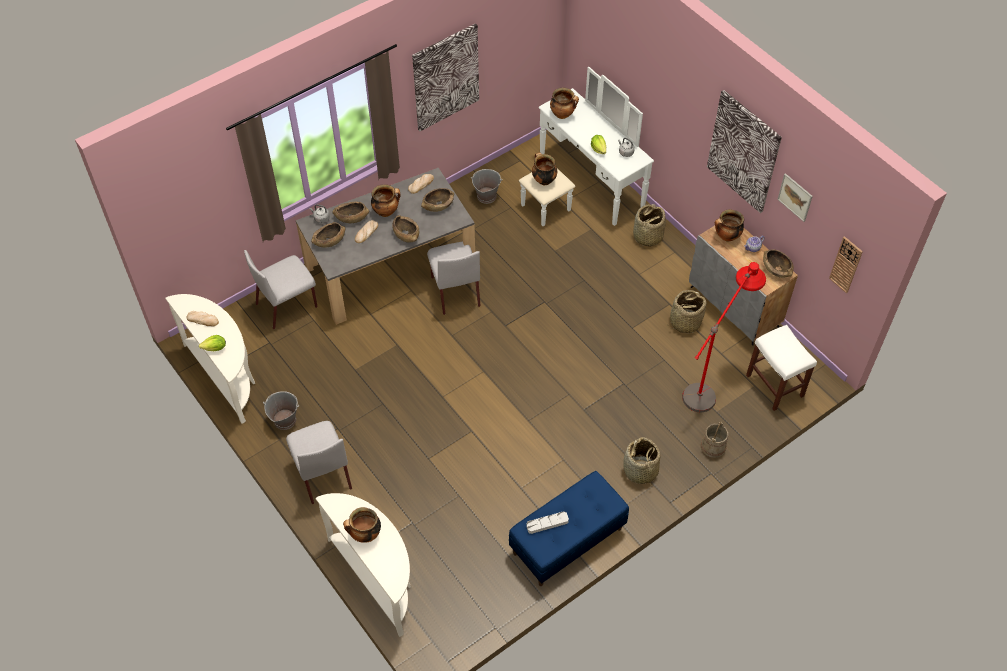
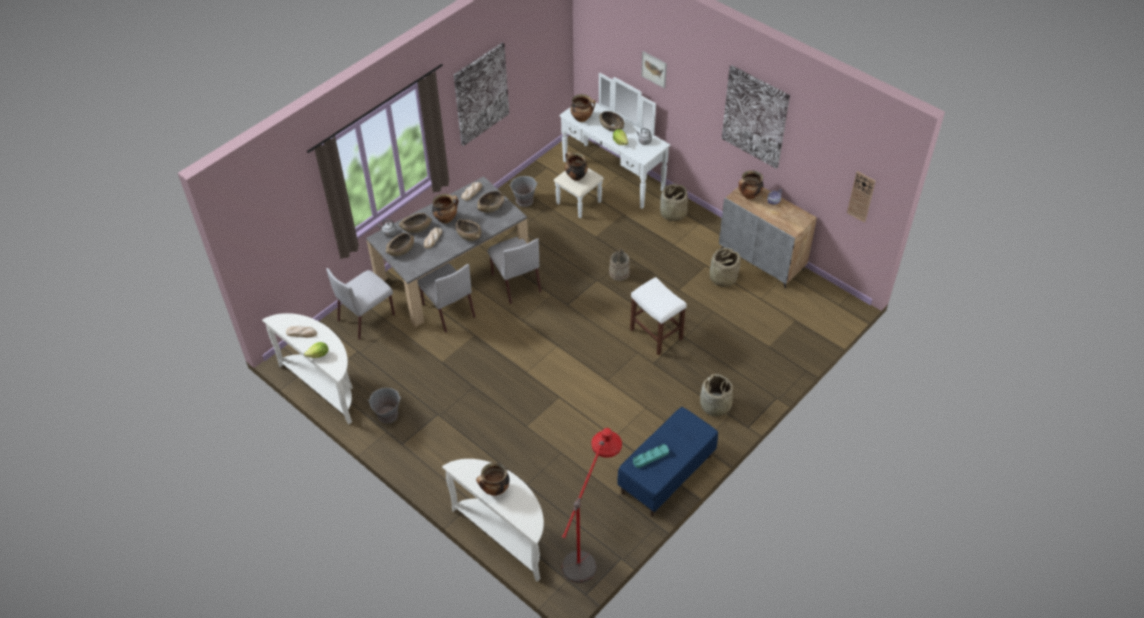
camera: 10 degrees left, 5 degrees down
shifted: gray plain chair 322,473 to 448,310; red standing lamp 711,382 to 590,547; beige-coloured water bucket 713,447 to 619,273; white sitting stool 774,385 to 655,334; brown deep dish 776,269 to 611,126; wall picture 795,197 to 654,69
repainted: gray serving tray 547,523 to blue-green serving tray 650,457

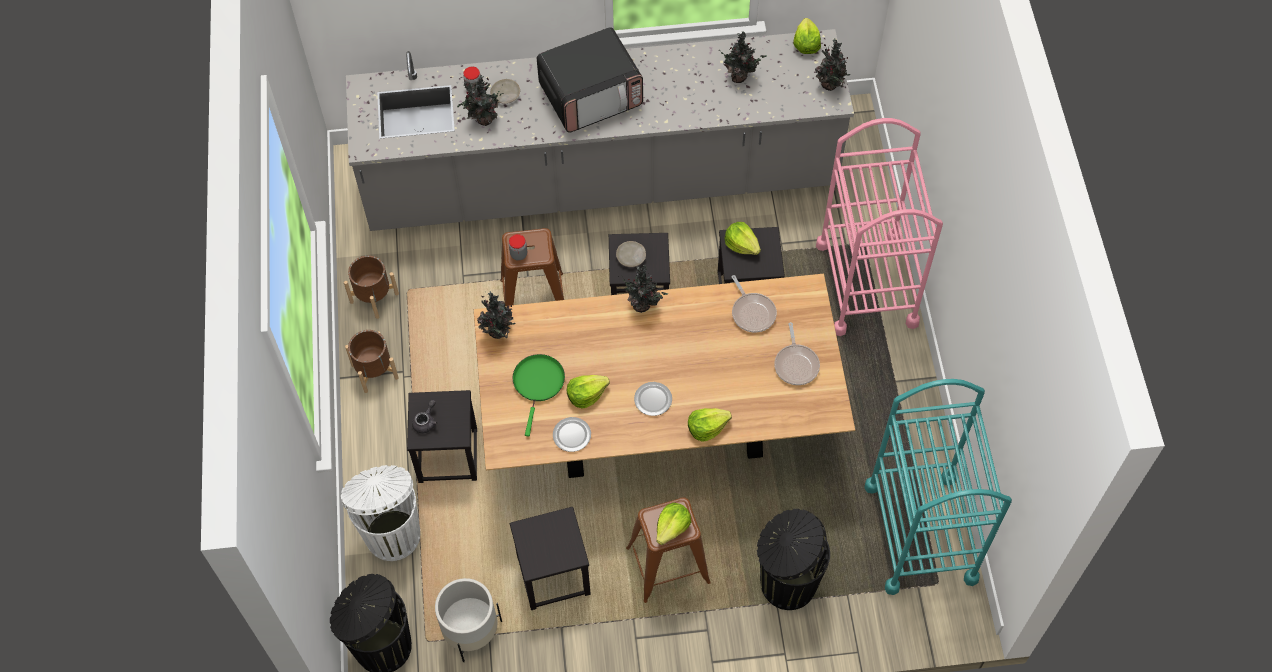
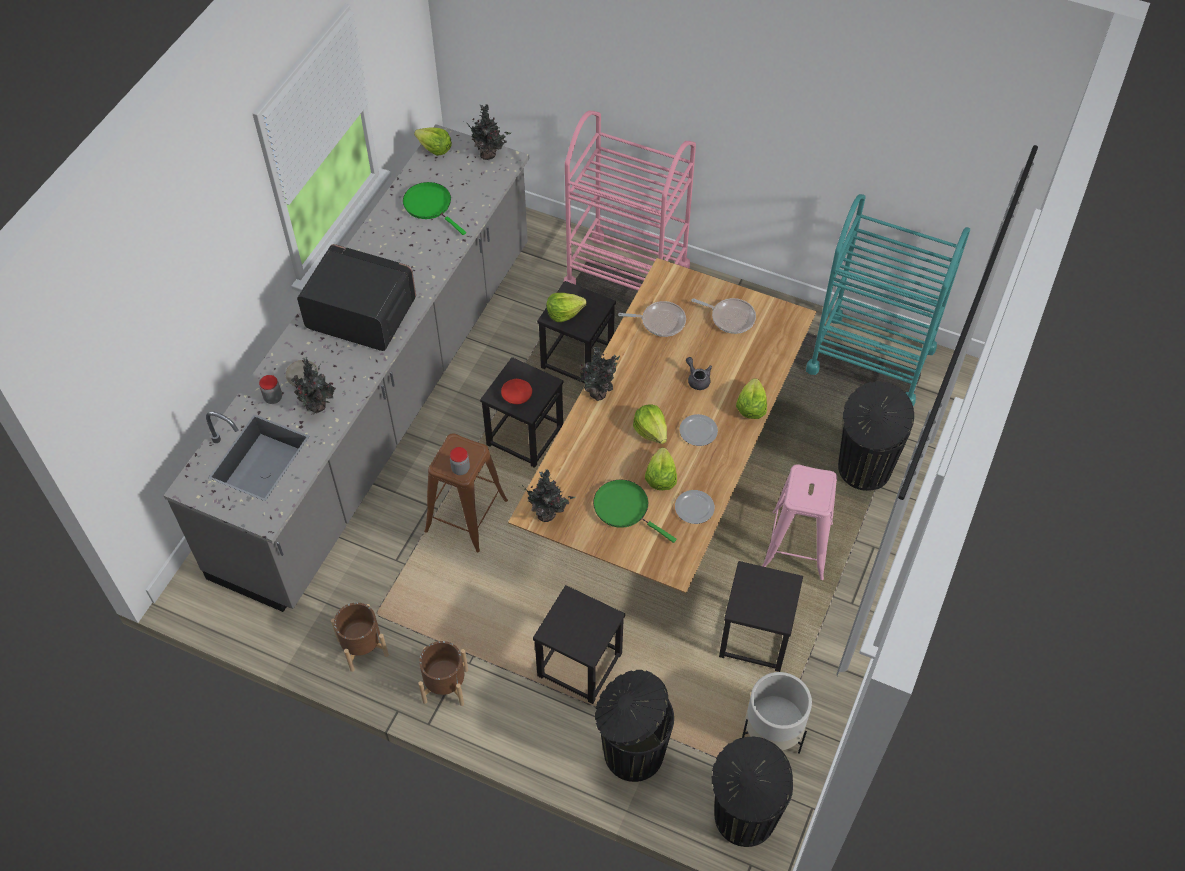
camera: 60 degrees left, 5 degrees down
shifted: gray tea pot 426,421 to 697,379; lettuce 672,528 to 651,431
swapped: plant in a pot 740,76 to green-coloured pan 430,205
repainted: white trash can 392,533 to black trash can 631,752; beige-coloured plate 631,257 to red plate 517,395; brown sitting stool 668,565 to pink sitting stool 797,544
rotated: microwave oven 591,96 = 360,315 75 degrees counterclockwise

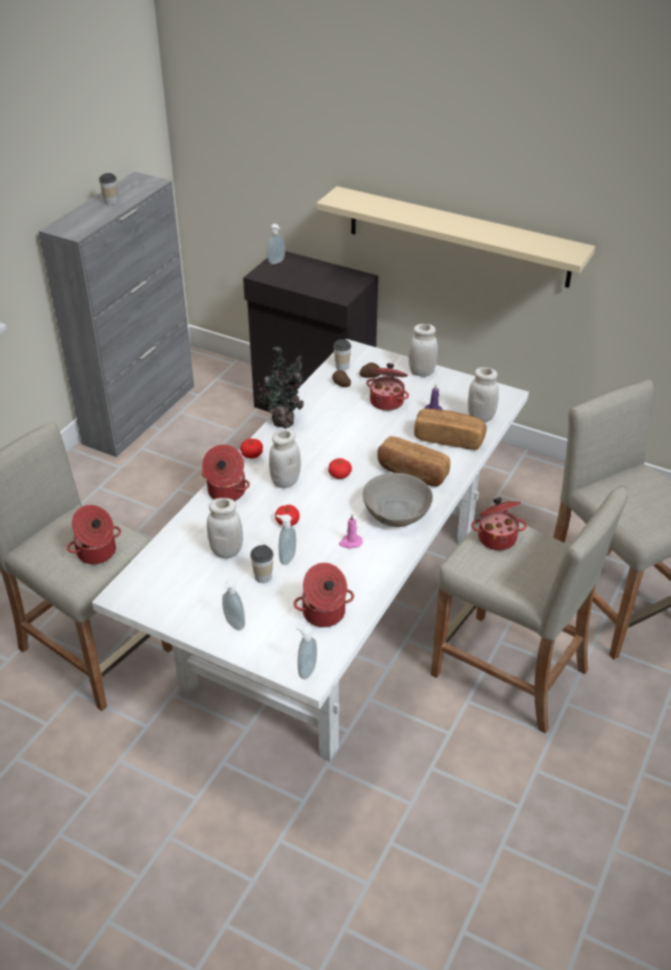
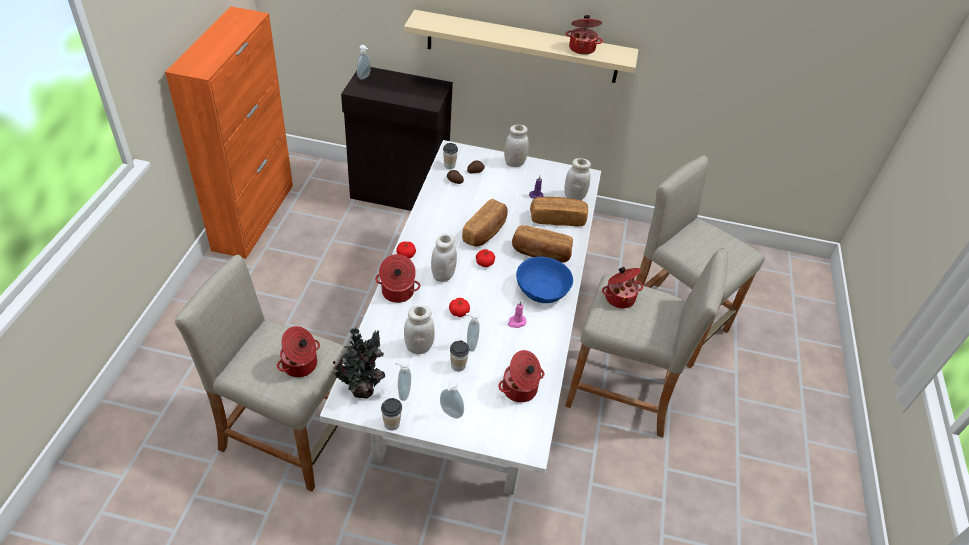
camera: 20 degrees left, 5 degrees up
new: bakery bread 485,232
shifted: cup 111,202 to 392,423; plant in a pot 283,421 to 362,388; soap bottle 306,670 to 403,393; cooking pot 387,401 to 582,48
repainted: gray cabinet 140,414 to orangey cabinet 254,216; gray deep dish 397,512 to blue-coloured deep dish 542,289

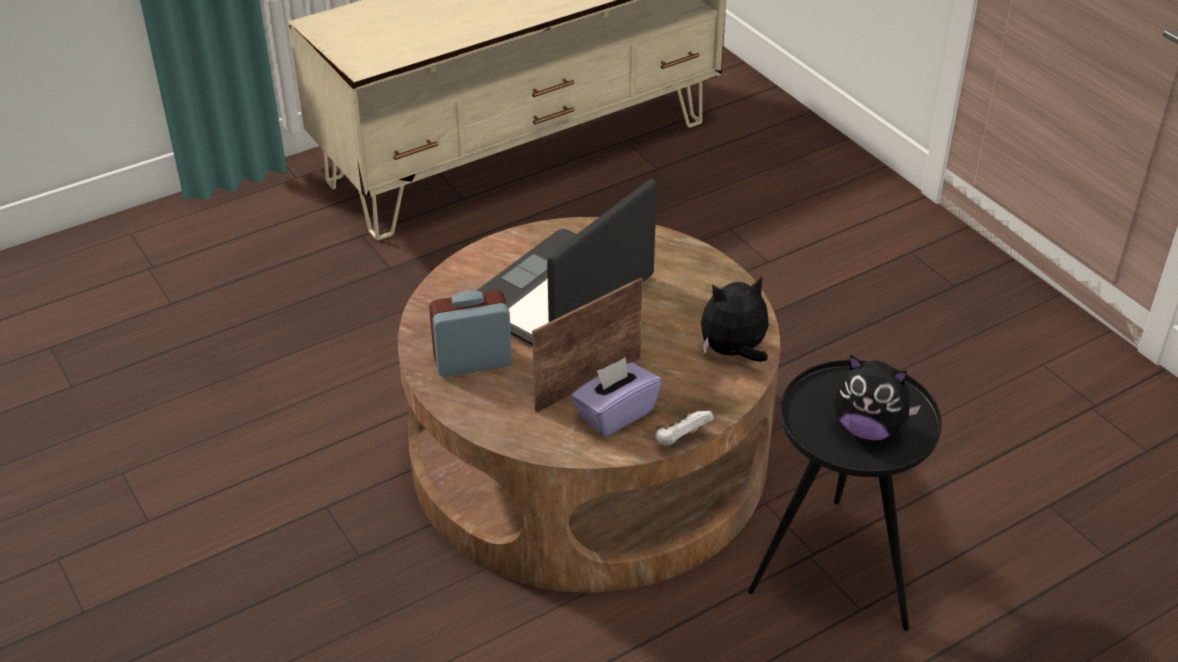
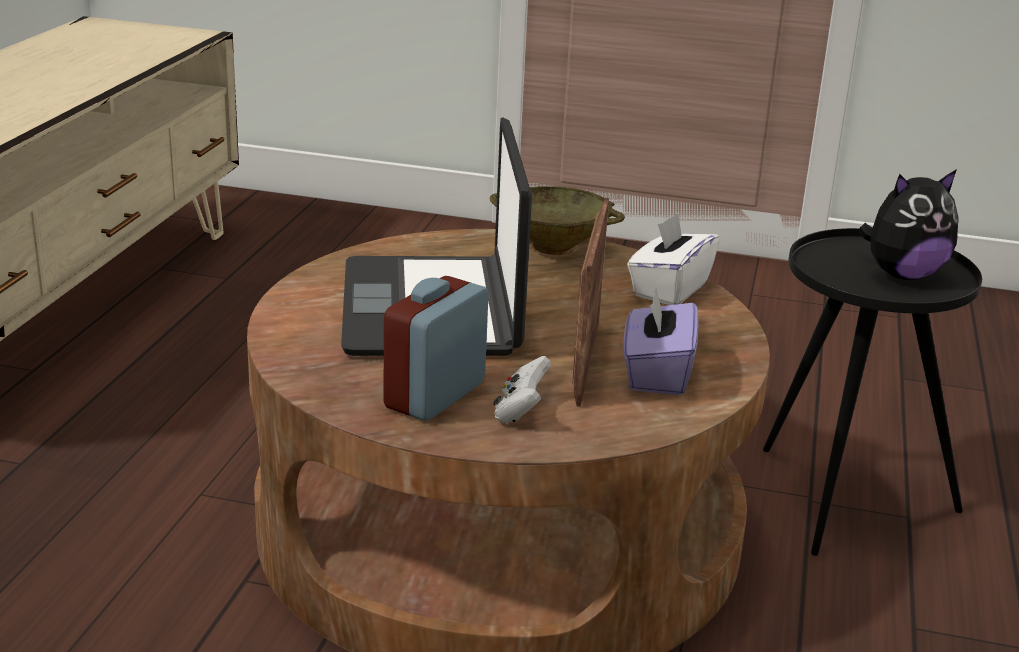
camera: 45 degrees left, 15 degrees down
new: beige-coloured deep dish 554,246
shifted: white game controller 681,440 to 520,411
swapped: cuddly toy 733,352 to white tissue box 669,289

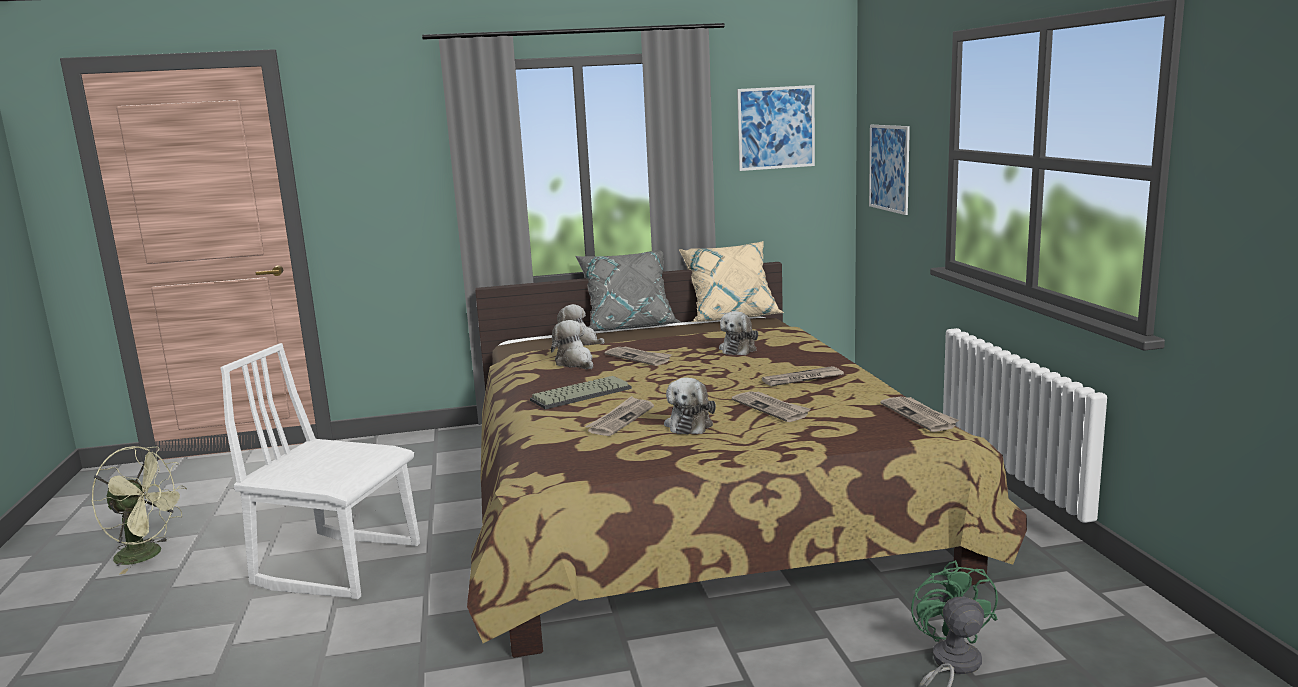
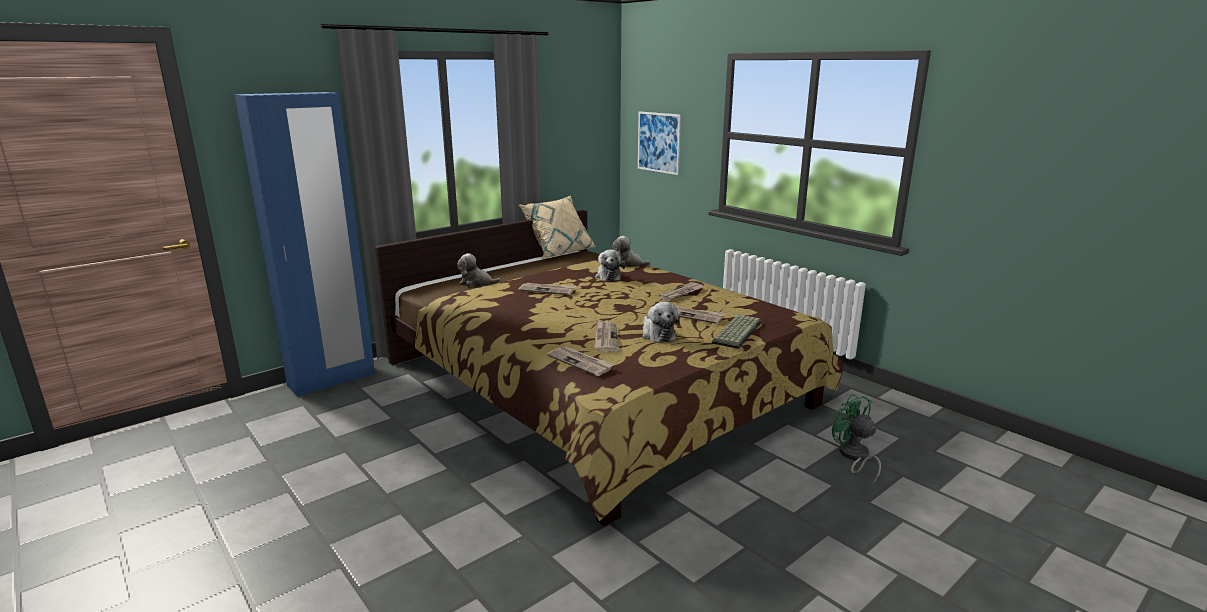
camera: 30 degrees left, 5 degrees up
gone: green-coloured cooling fan 148,555; white plain chair 339,564; gray throw pillow 629,326; wall picture 776,128
new: blue-coloured armoire 332,380
shifted: computer keyboard 581,394 to 736,332; cuddly toy 575,363 to 629,264; newspaper 919,416 to 580,362

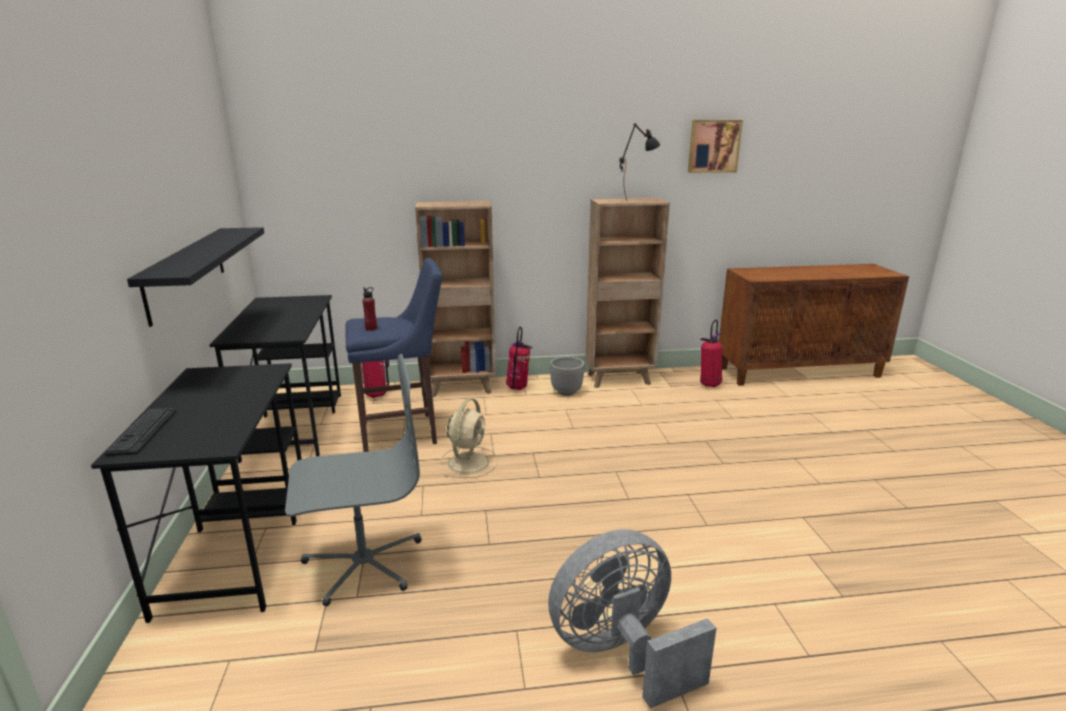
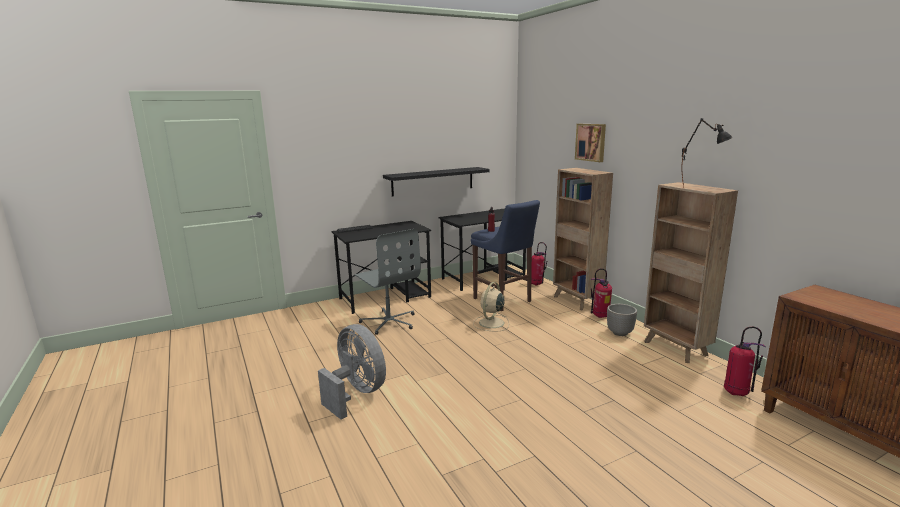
camera: 70 degrees right, 5 degrees down
shifted: wall picture 713,146 to 591,142
rotated: beige-coloured cooling fan 469,461 = 491,323 120 degrees clockwise

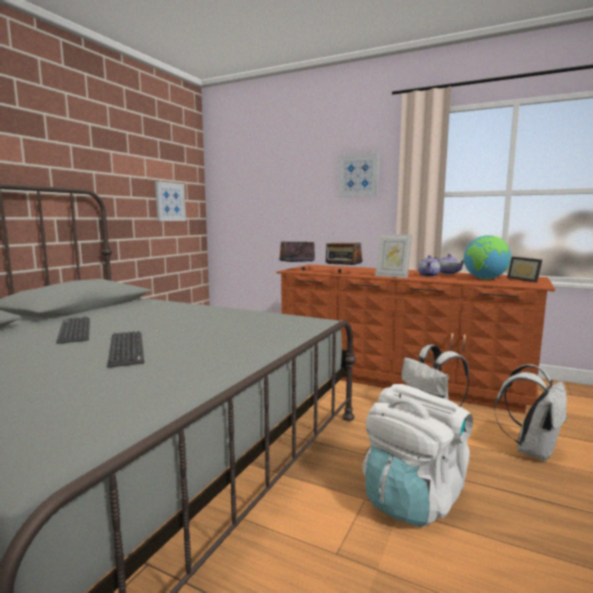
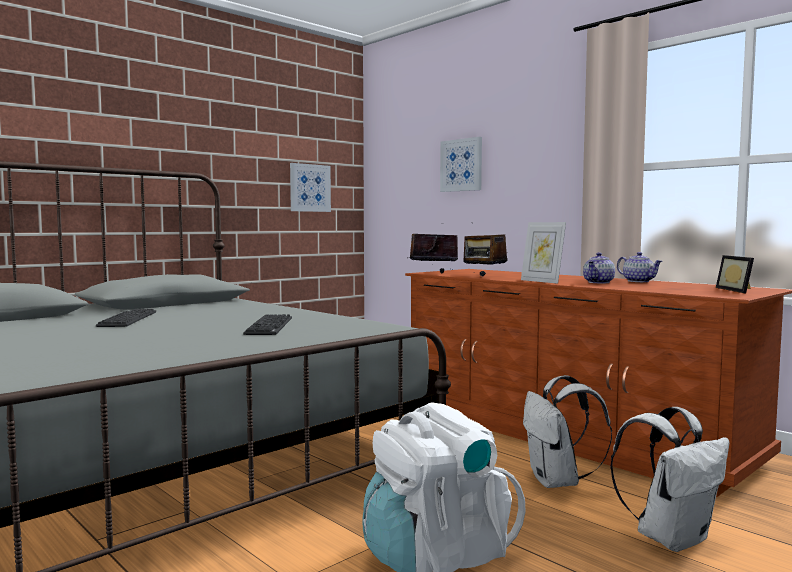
camera: 20 degrees right, 5 degrees down
gone: globe 485,279
shifted: computer keyboard 126,349 to 269,326; wall picture 358,175 to 461,165

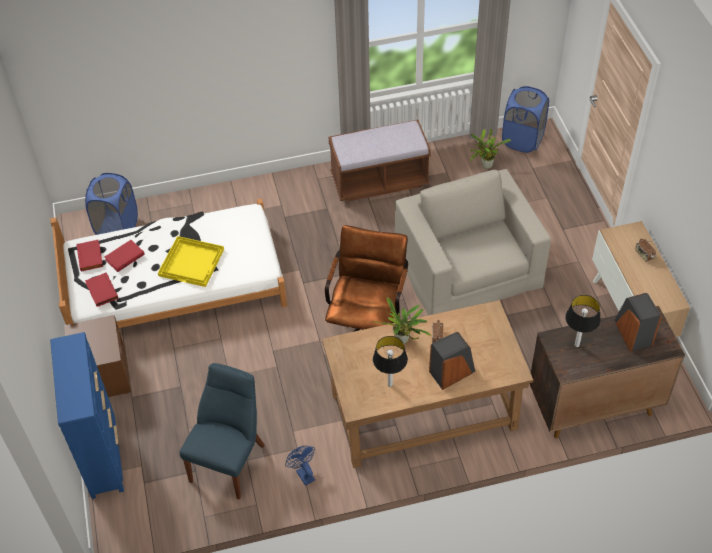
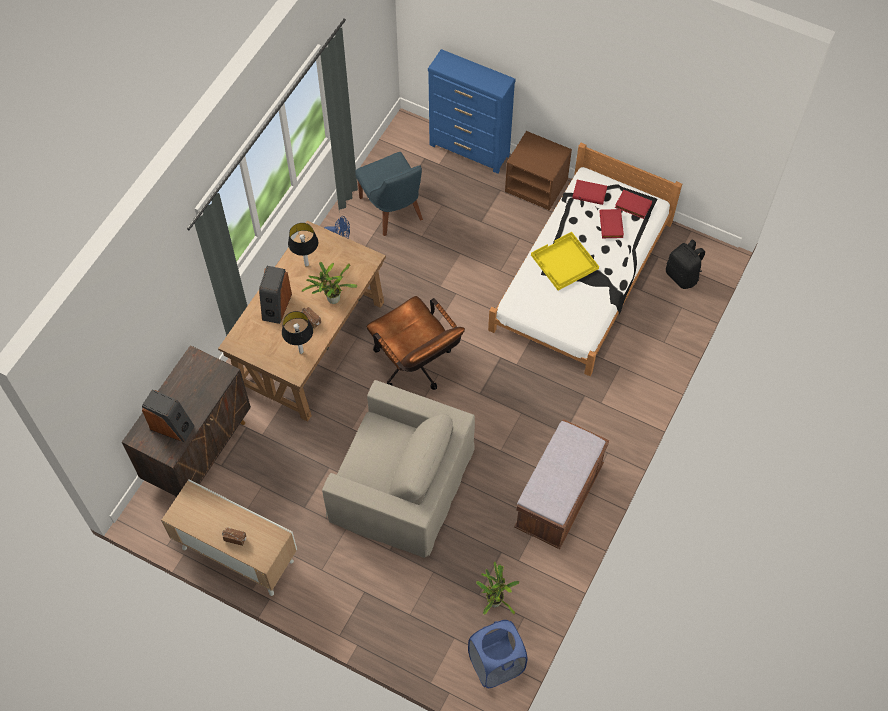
camera: 130 degrees right, 10 degrees up
shifted: lamp for a table 576,344 to 301,352
swapped: blue-coloured hamper 117,227 to black backpack 682,276

